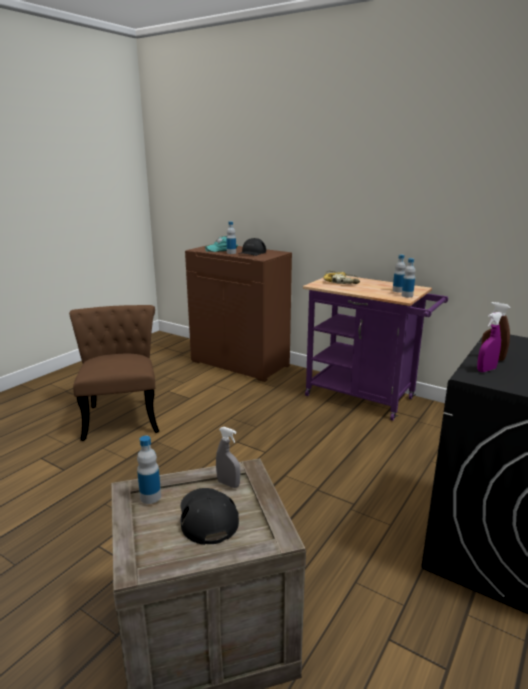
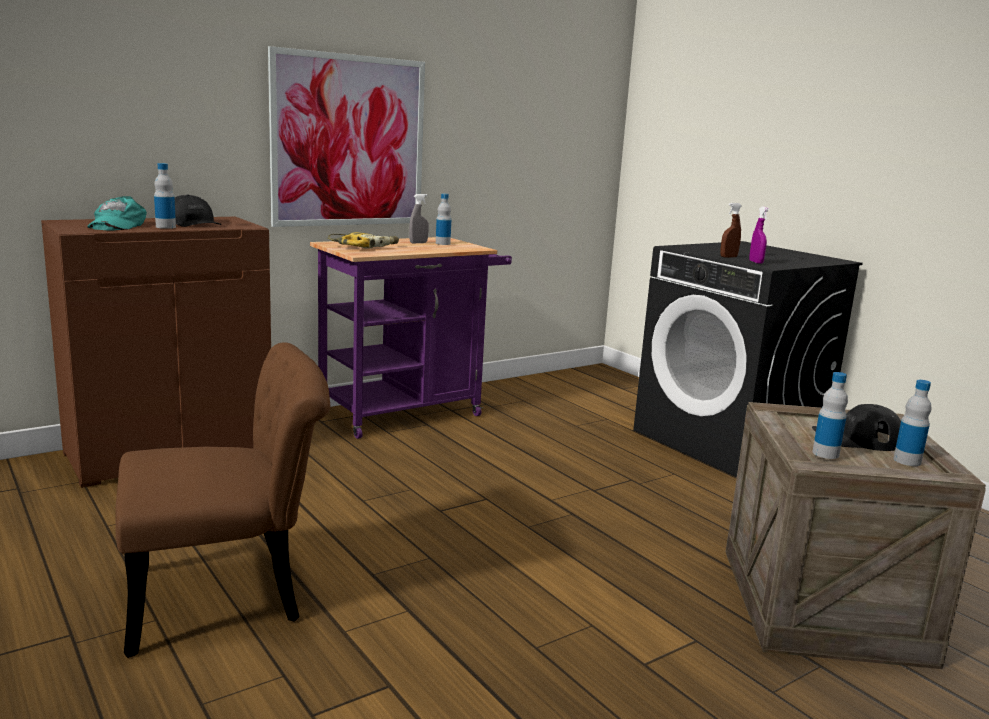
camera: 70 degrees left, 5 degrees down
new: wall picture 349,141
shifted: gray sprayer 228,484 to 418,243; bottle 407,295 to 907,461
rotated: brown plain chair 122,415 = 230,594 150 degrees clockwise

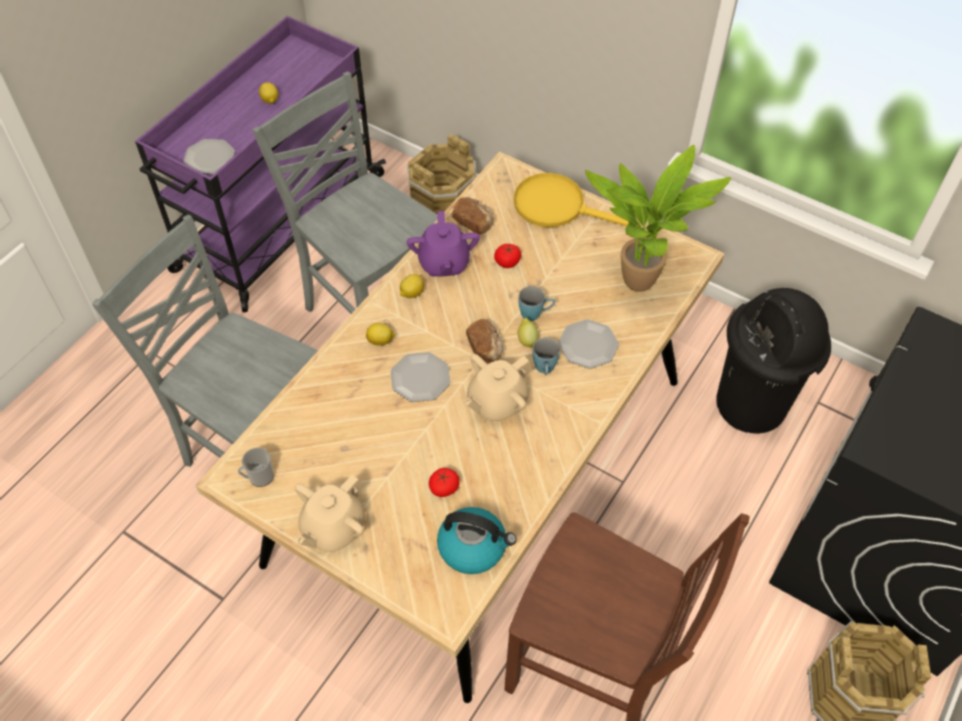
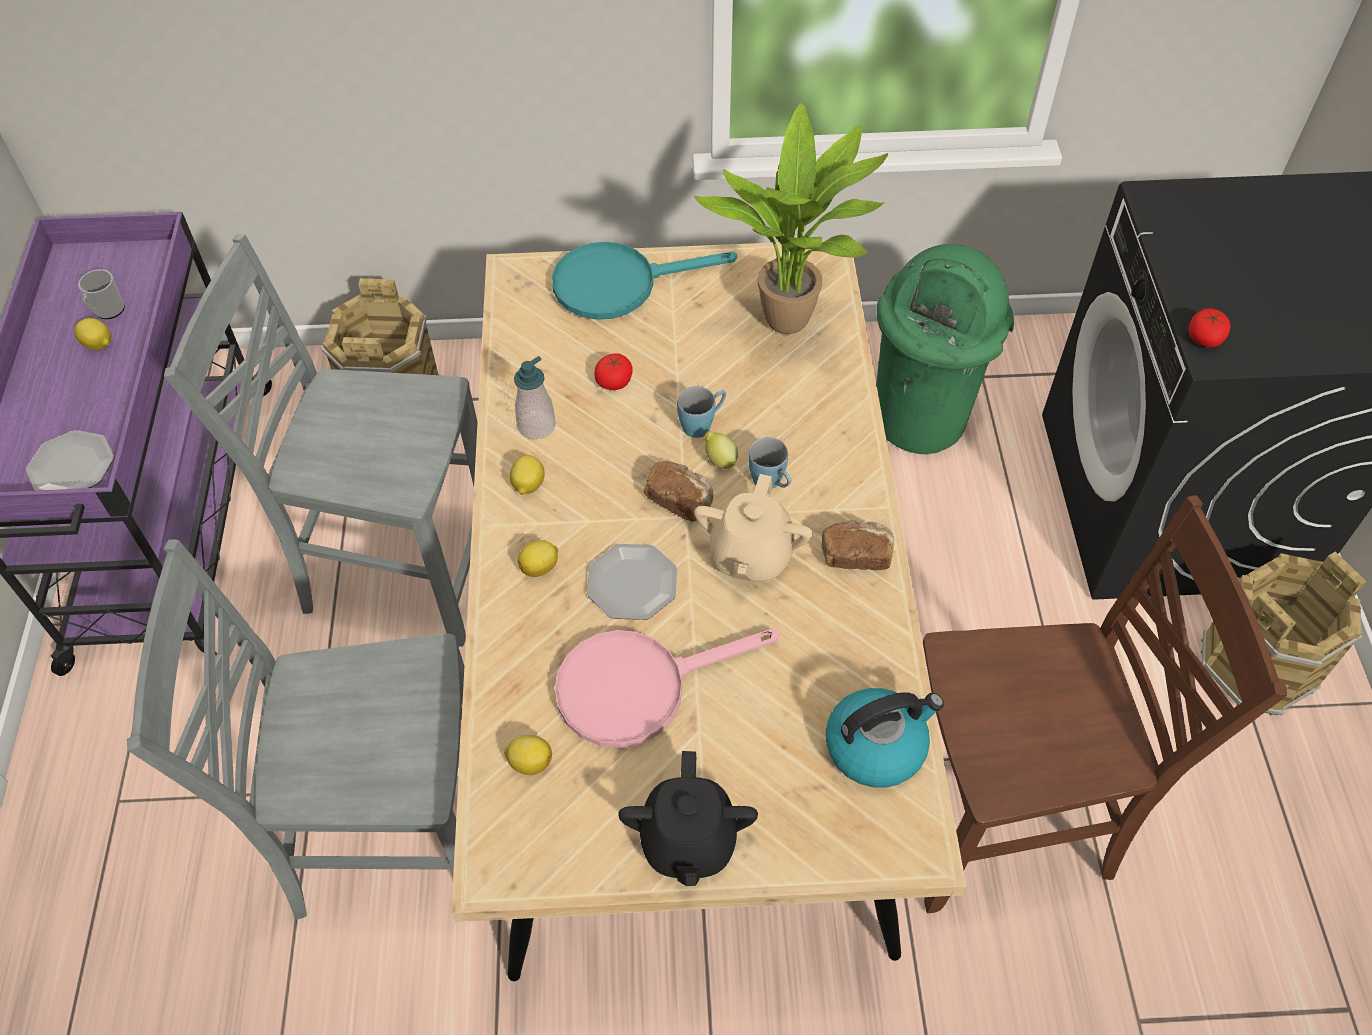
camera: 35 degrees left, 0 degrees up
gone: plate 588,346
new: lemon 529,762; pink pan 638,686
shifted: coffee mug 258,477 to 107,311; tomato 444,487 to 1204,338; bakery bread 473,222 to 856,555
swapped: purple tea pot 444,263 to soap bottle 536,426
repainted: beige-coloured tea pot 333,528 to black tea pot 688,840; yellowish pan 559,207 to blue-green pan 619,283; black trash can 752,405 to green-coloured trash can 921,419

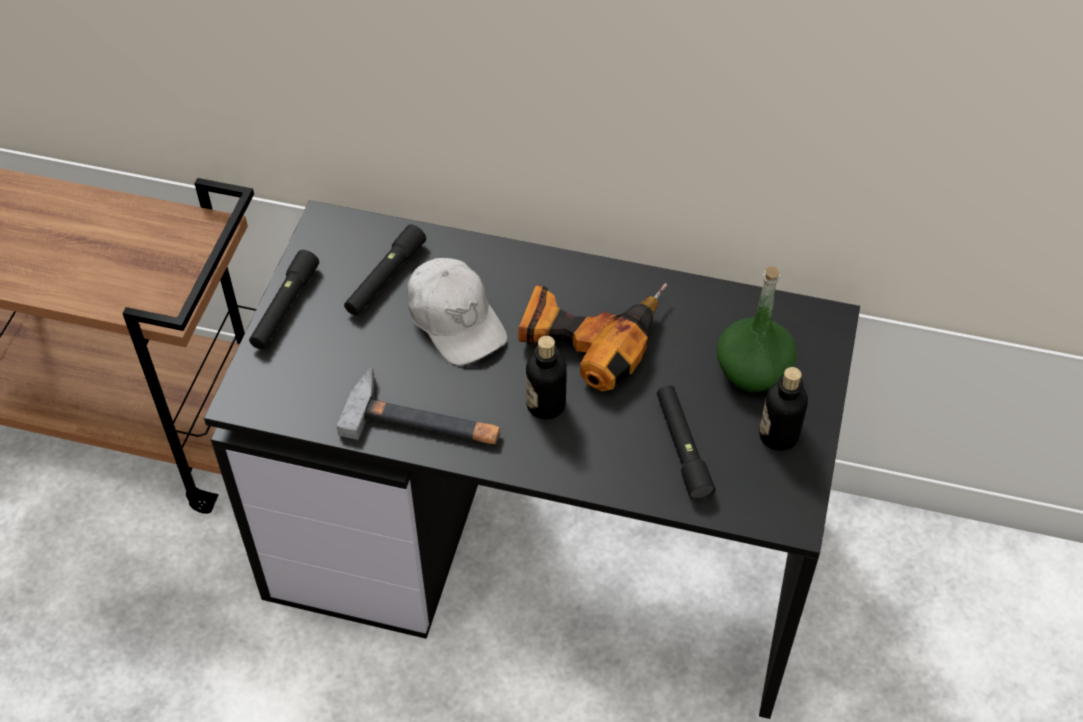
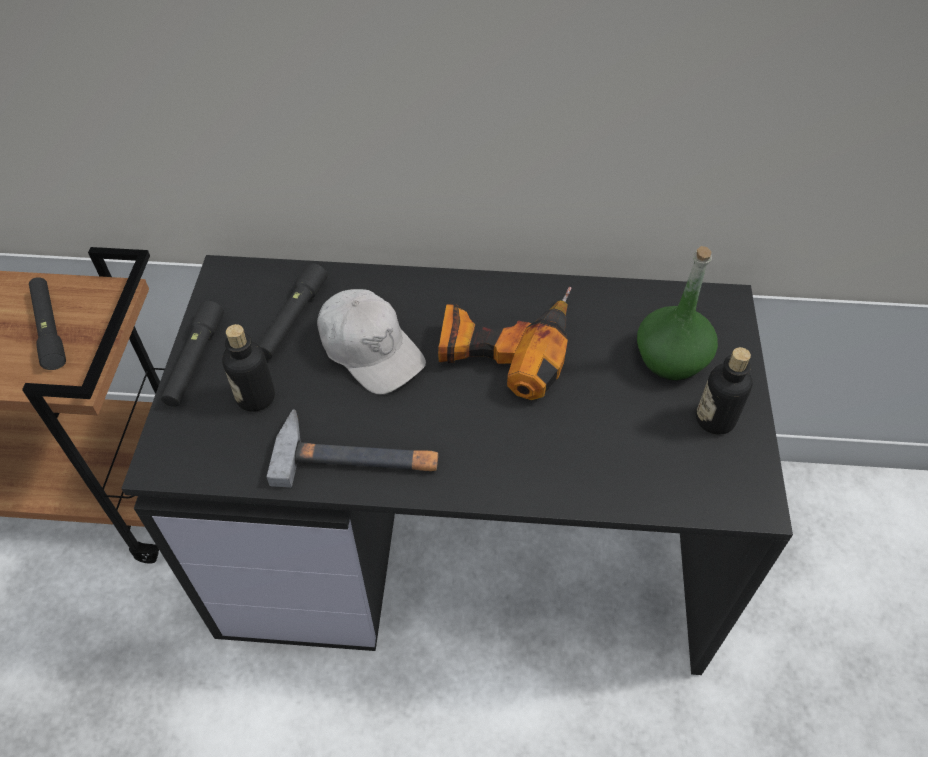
camera: 10 degrees left, 0 degrees up
shifted: bottle 546,405 to 255,397; black flashlight 682,447 to 49,328

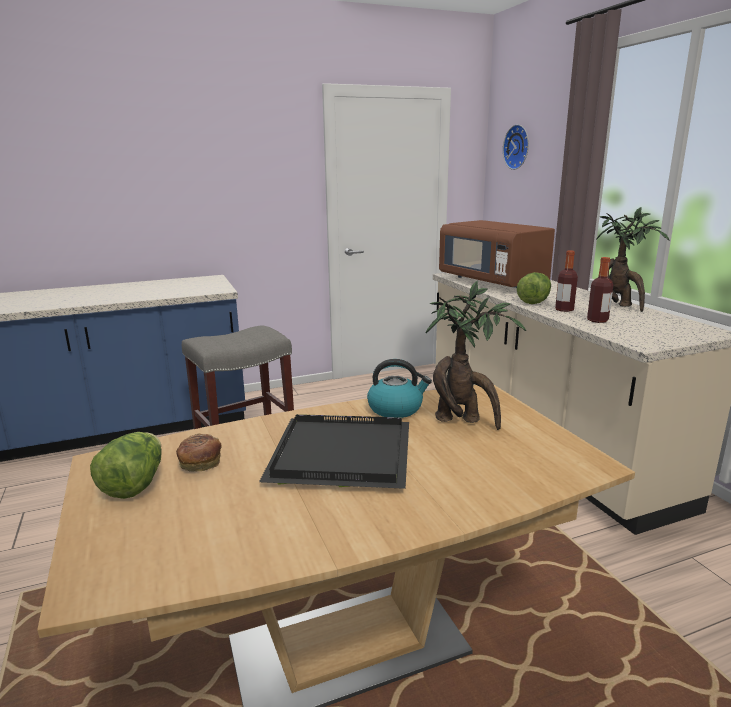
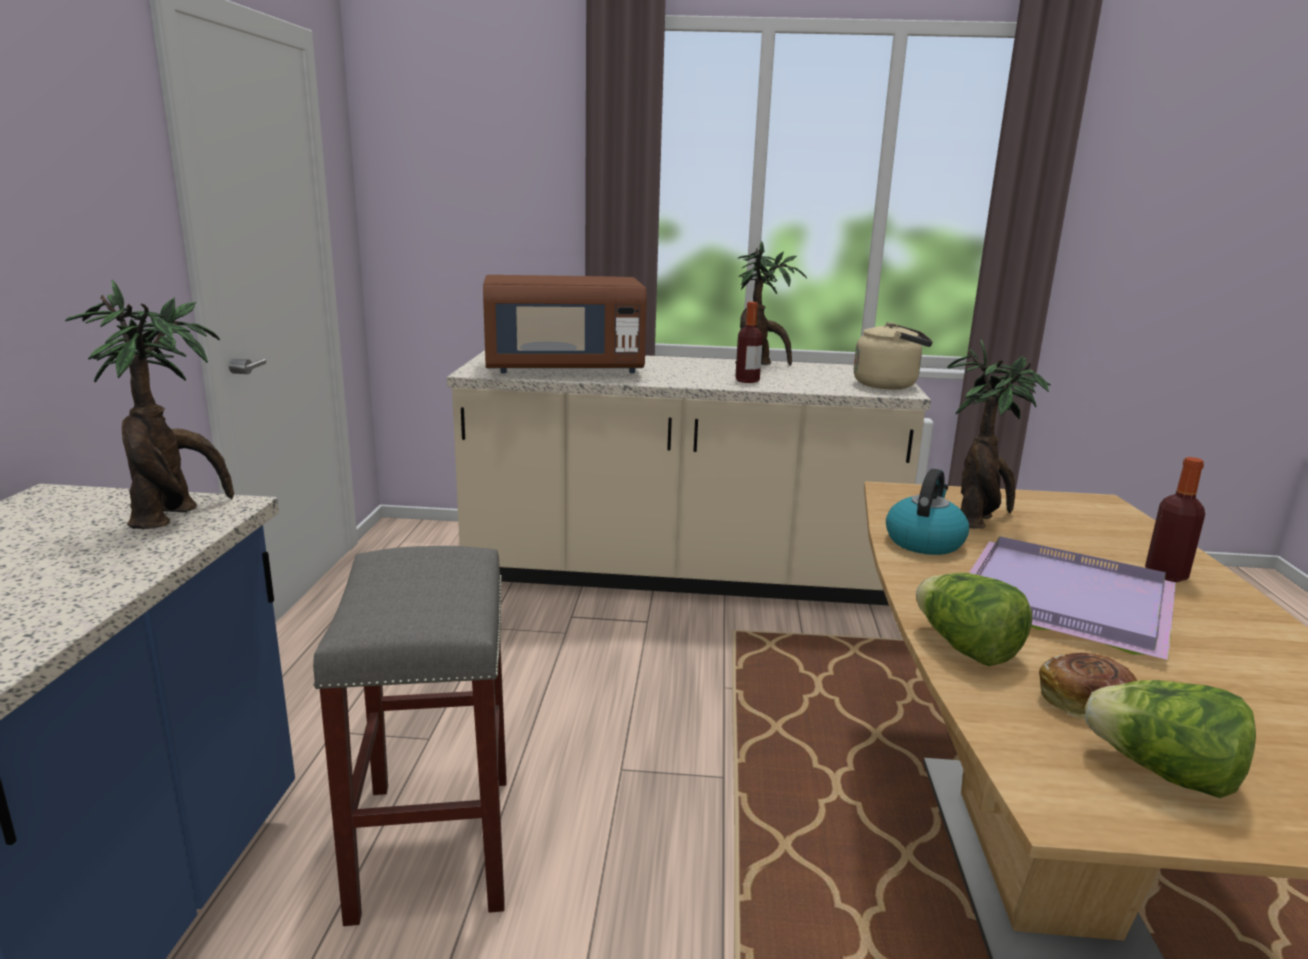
camera: 65 degrees left, 0 degrees up
gone: clock on the wall 518,147
new: plant in a pot 175,516; beige-coloured tea kettle 889,385
shifted: lettuce 534,301 to 965,648; bottle 597,320 to 1165,575
repainted: black serving tray 338,456 to purple serving tray 1068,603

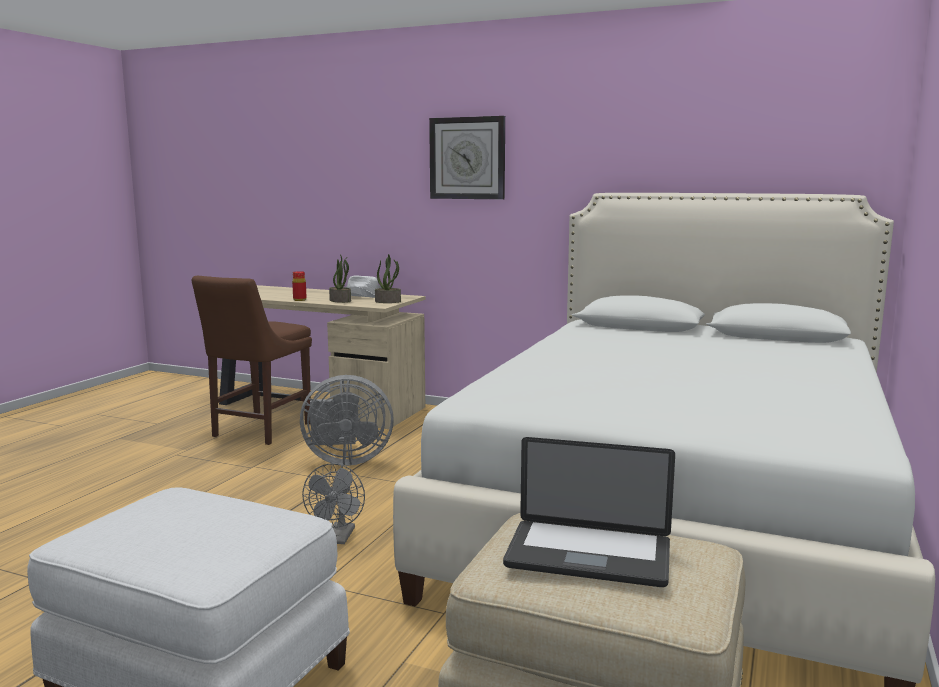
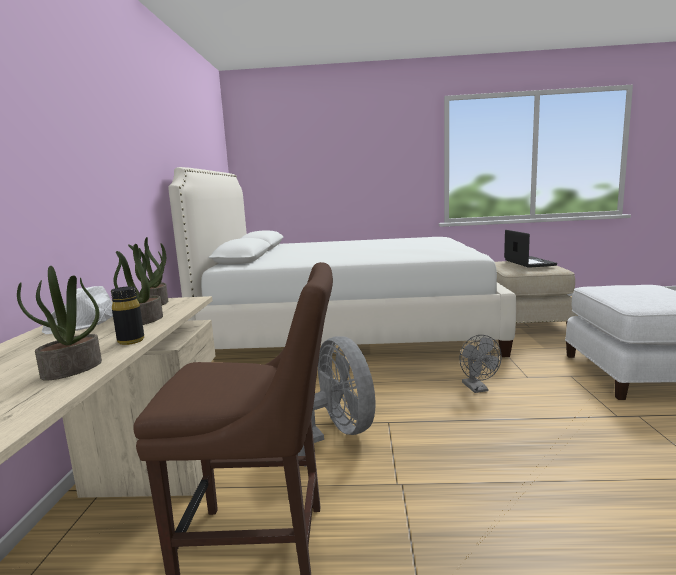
camera: 110 degrees left, 0 degrees up
gone: clock on the wall 467,158
new: plant in a pot 72,370
repainted: red bottle 299,300 to black bottle 131,341
rotated: gray cooling fan 338,539 = 477,389 90 degrees clockwise

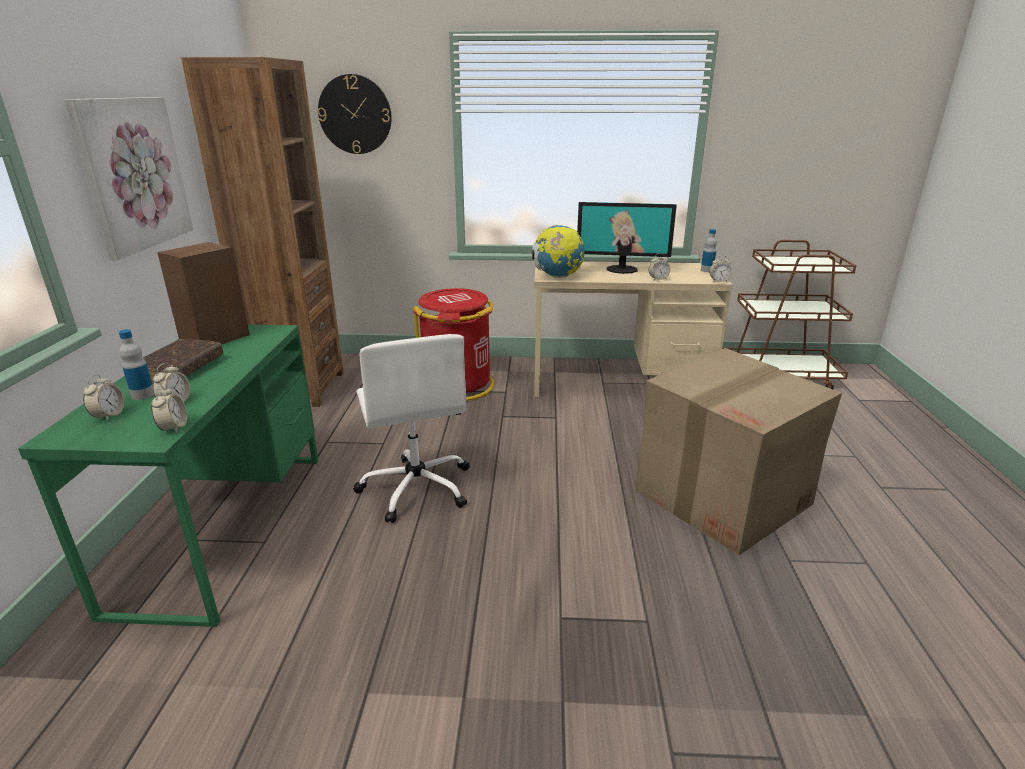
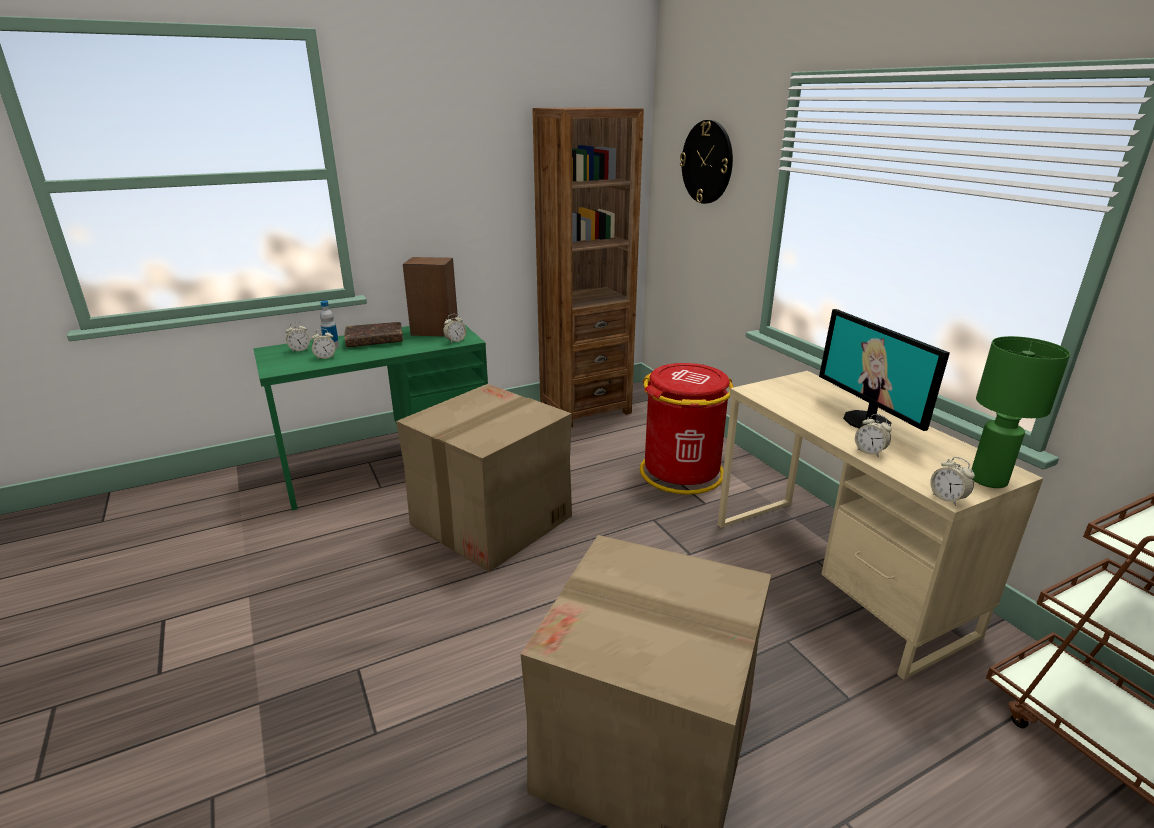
camera: 60 degrees right, 0 degrees up
gone: wall picture 132,174; globe 558,277
shifted: bedside clock 174,427 to 455,341
swapped: white desk chair 416,487 to cardboard box 490,520; bottle 707,270 to green-coloured lamp for a table 987,479

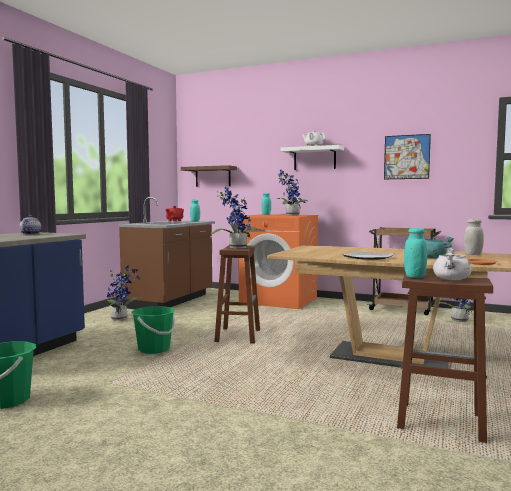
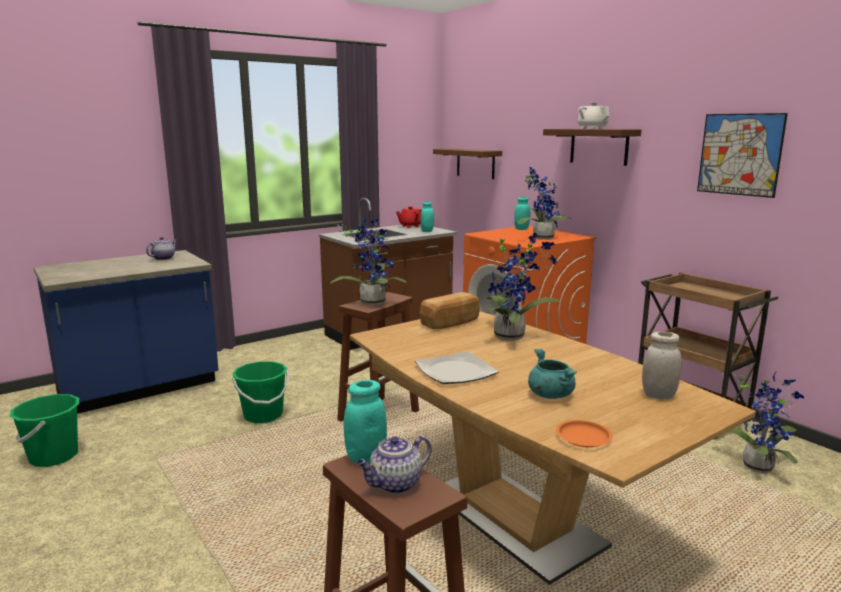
camera: 30 degrees right, 10 degrees up
new: bakery bread 451,323
shifted: plant in a pot 121,318 to 512,336
swapped: white cooking pot 451,279 to tea pot 395,484
repainted: white bracket shelf 314,158 to brown bracket shelf 599,146

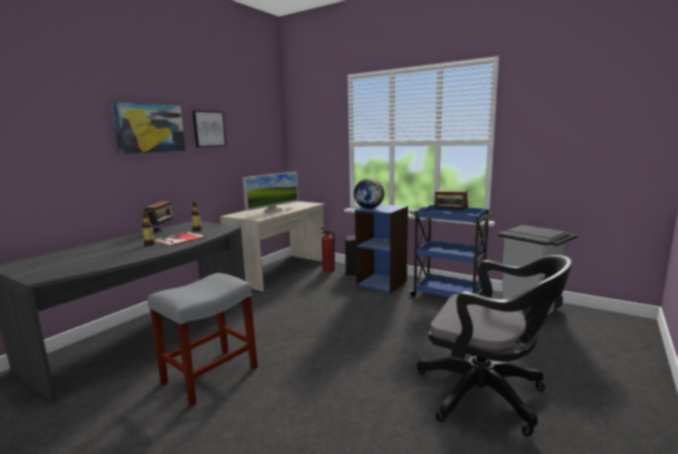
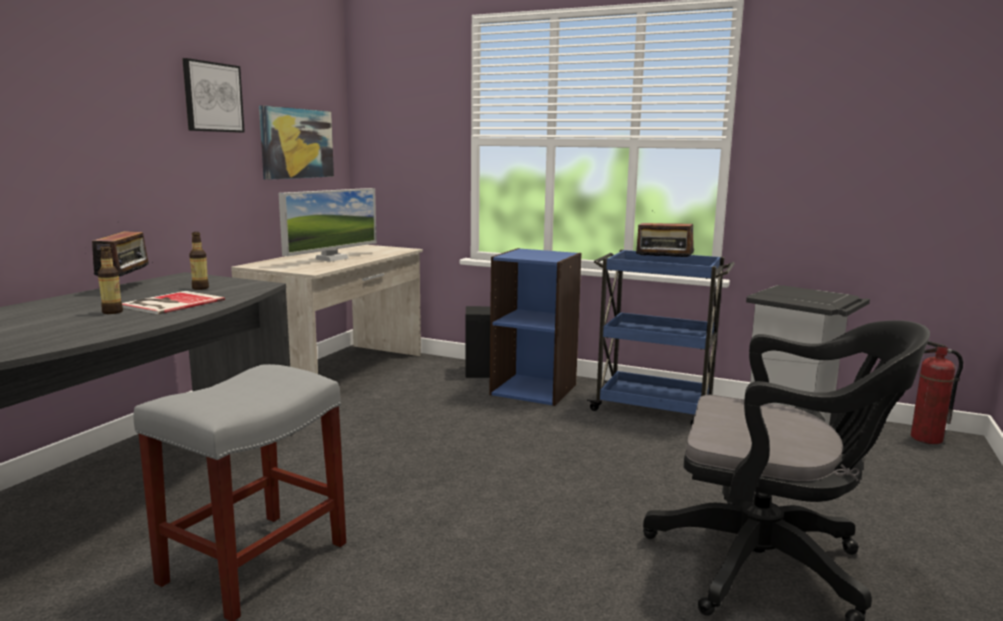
camera: 10 degrees left, 0 degrees up
gone: globe 369,208
shifted: wall picture 150,128 to 297,143; fire-fighting cylinder 328,270 to 926,439

